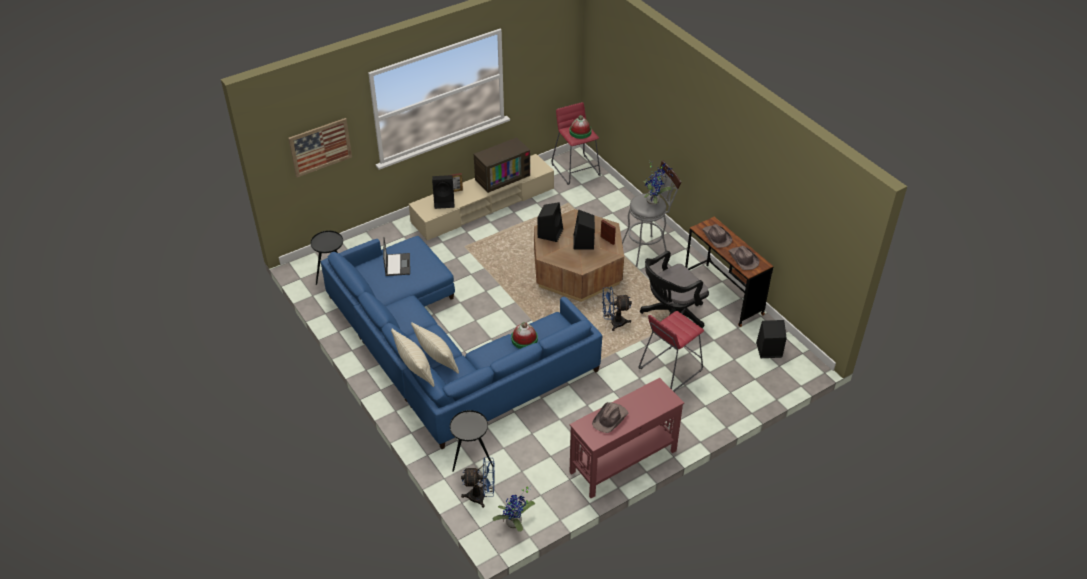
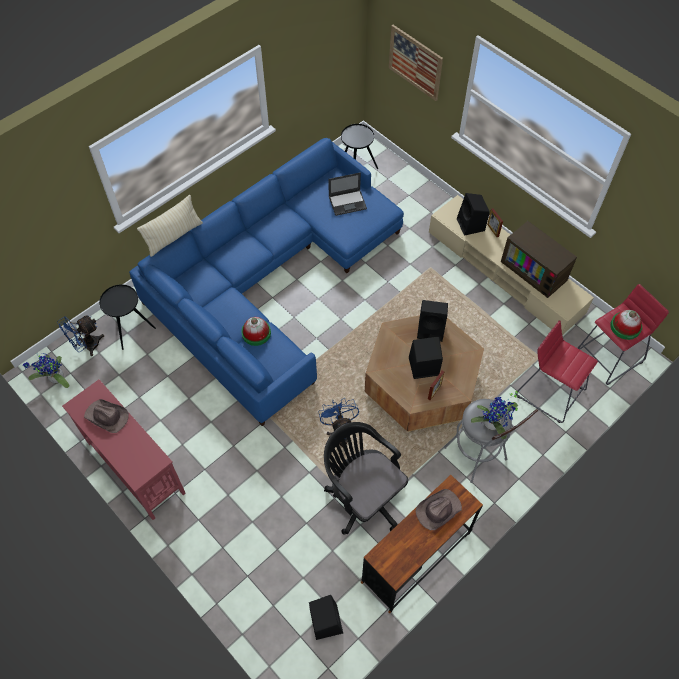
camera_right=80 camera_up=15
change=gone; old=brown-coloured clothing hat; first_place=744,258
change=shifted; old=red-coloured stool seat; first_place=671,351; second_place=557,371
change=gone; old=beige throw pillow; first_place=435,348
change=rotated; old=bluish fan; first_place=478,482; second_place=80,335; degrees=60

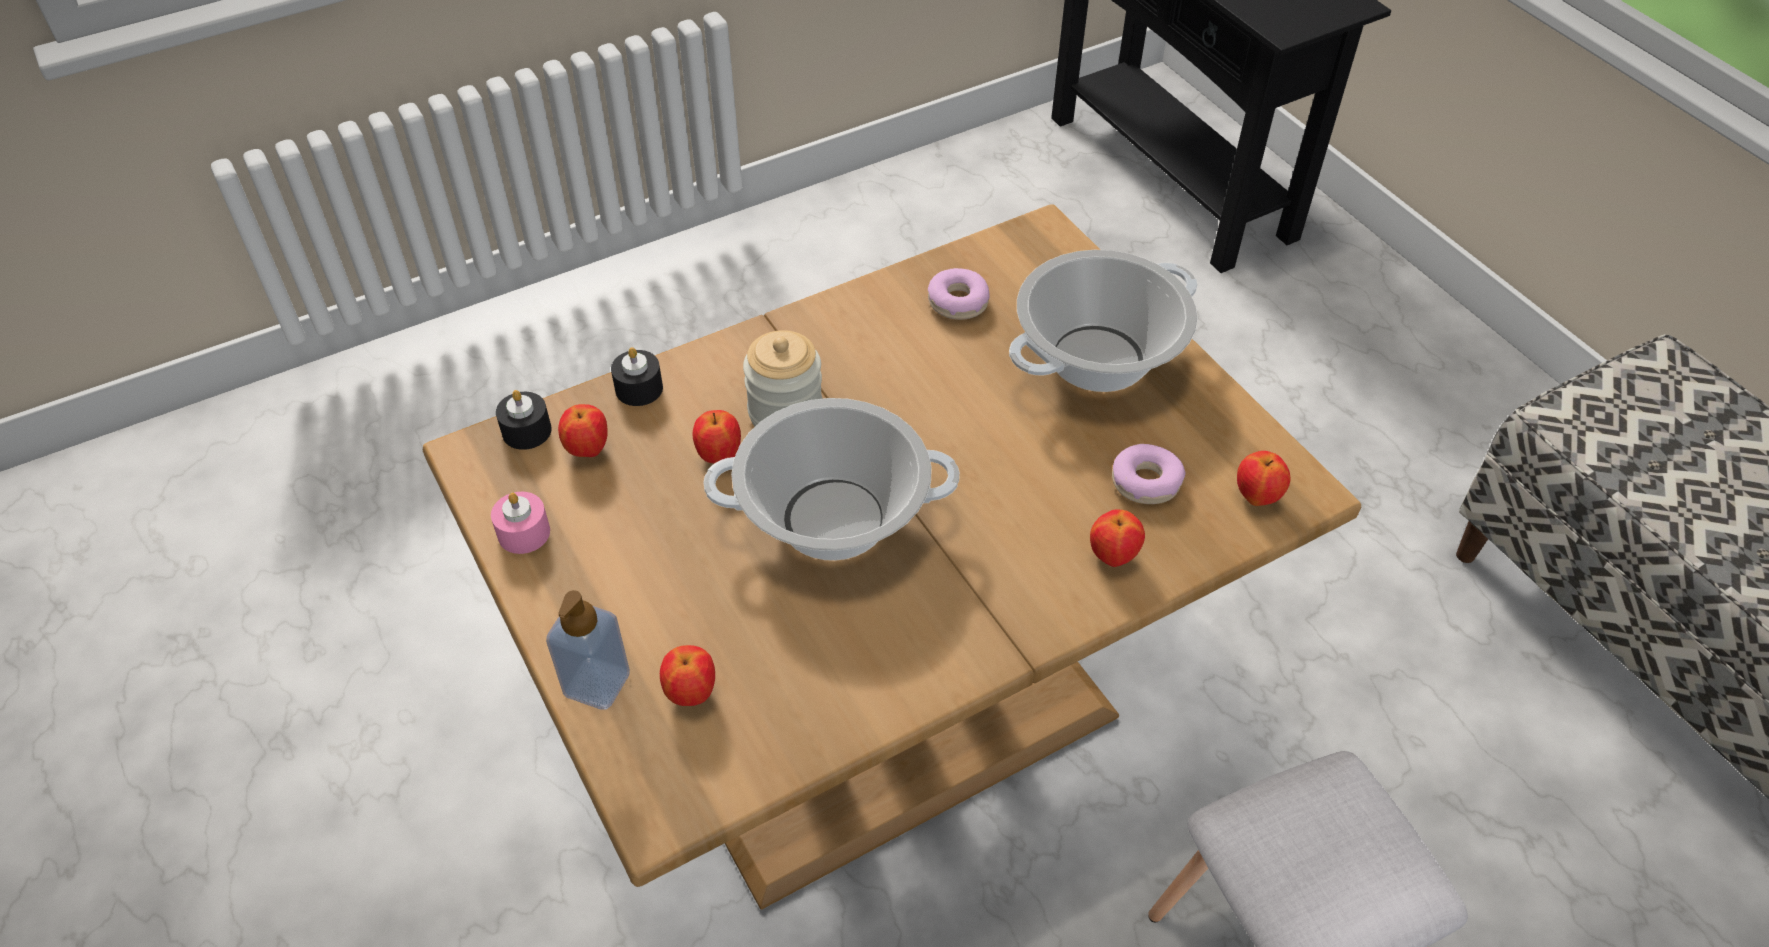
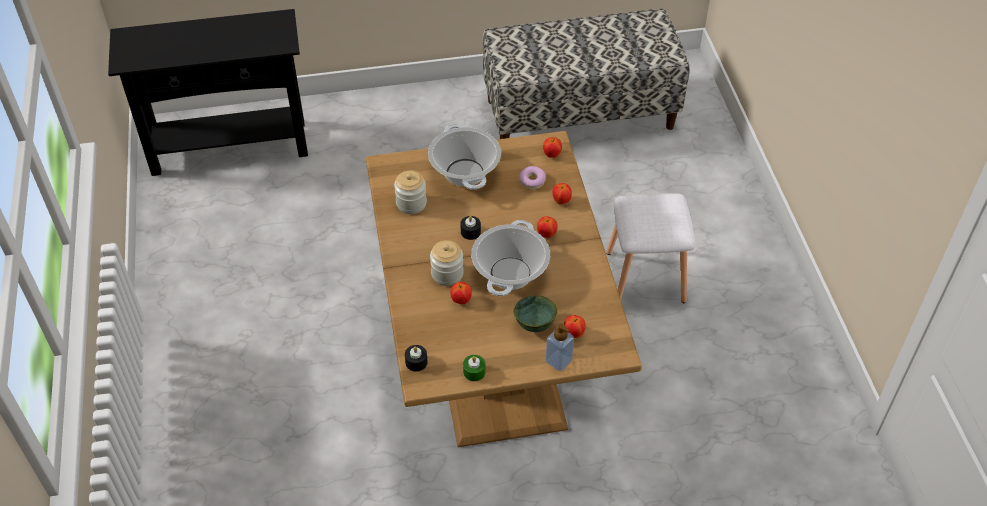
camera_right=-70 camera_up=0
change=swapped; old=ring doughnut; new=storage jar; first_place=959,294; second_place=410,192
change=shifted; old=black-coloured wax candle; first_place=637,376; second_place=470,228
change=shifted; old=apple; first_place=583,430; second_place=547,227
change=repainted; old=pink wax candle; new=green-coloured wax candle; first_place=520,523; second_place=474,368
change=new; new=green-coloured bowl; second_place=535,314

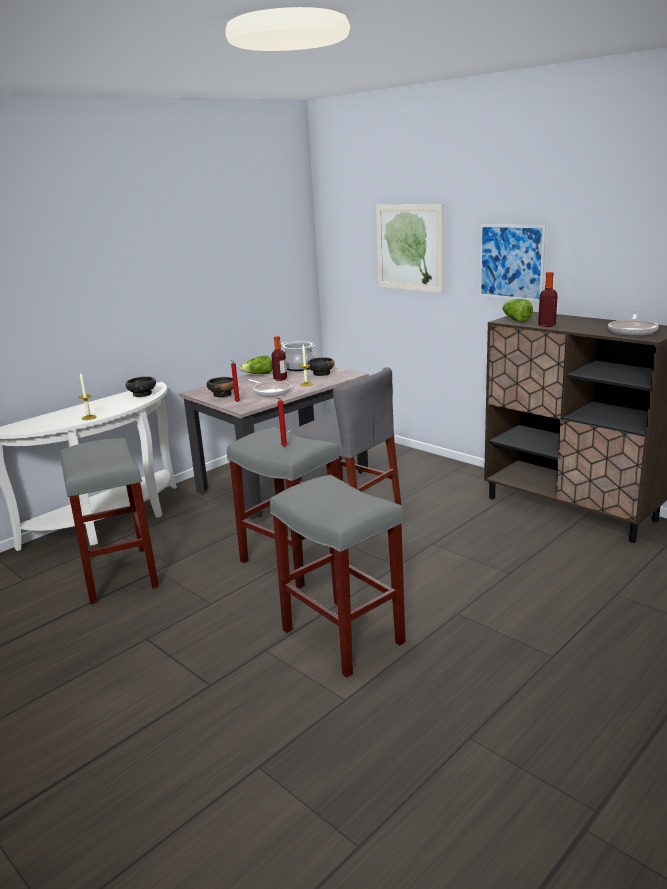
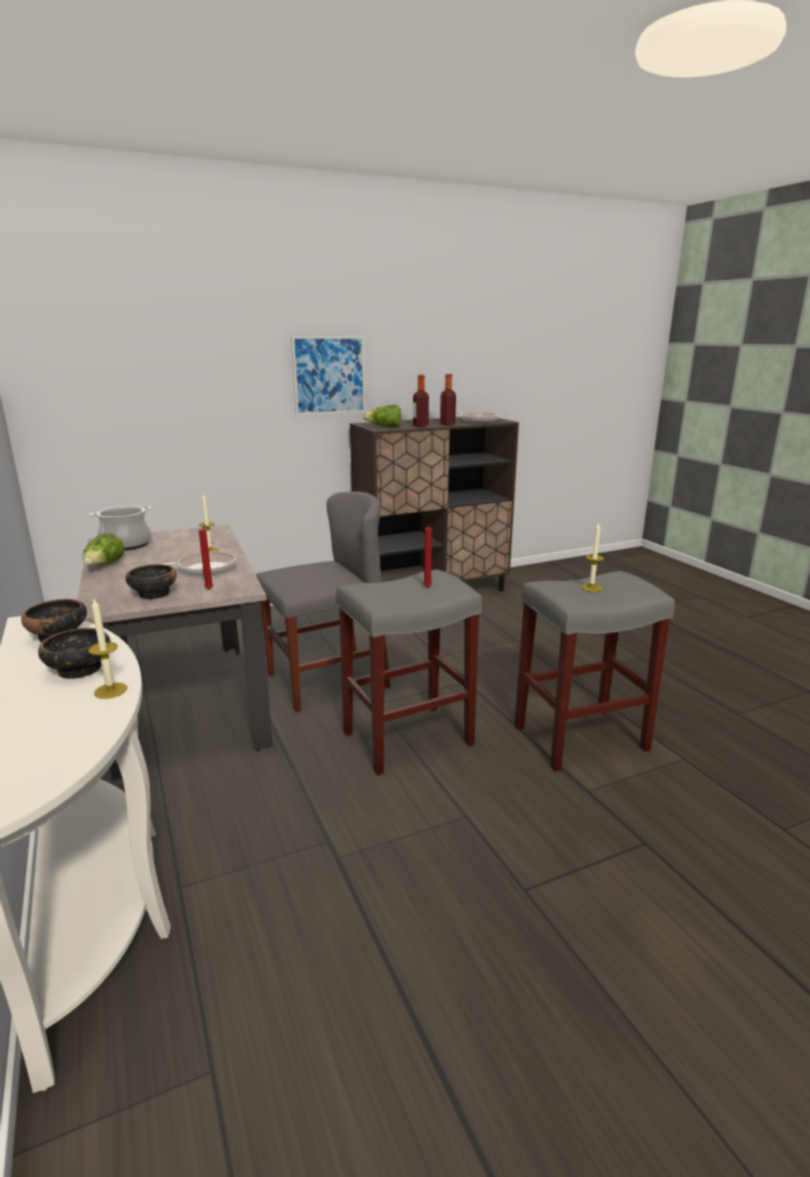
camera_right=-70 camera_up=0
change=gone; old=wall picture; first_place=409,248
change=shifted; old=beverage bottle; first_place=279,358; second_place=448,399
change=shifted; old=bowl; first_place=321,366; second_place=74,653
change=gone; old=grey stool seat; first_place=109,521
change=new; new=wax candle; second_place=592,557

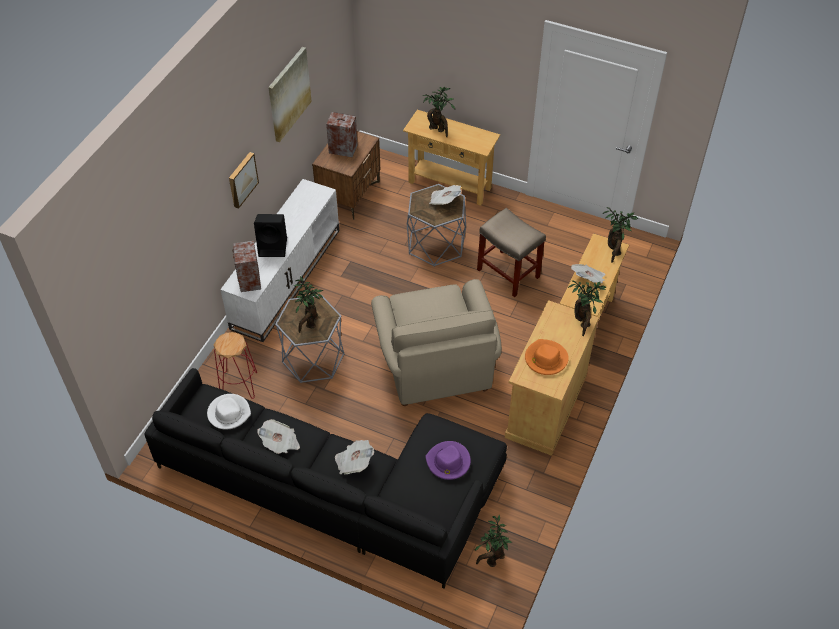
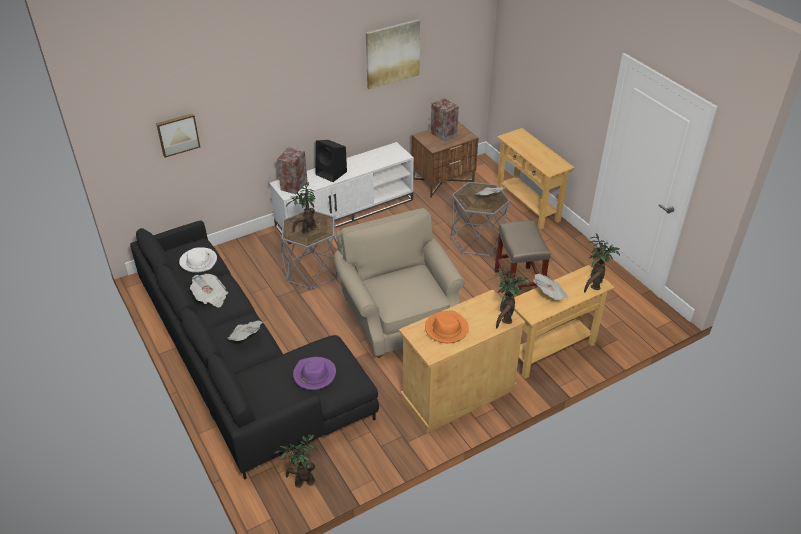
camera_right=35 camera_up=-10
change=gone; old=plant in a pot; first_place=439,112
change=shifted; old=wall picture; first_place=244,180; second_place=178,135
change=rotated; old=beige armchair; first_place=436,342; second_place=399,283; degrees=135
change=gone; old=red-coloured stool seat; first_place=235,365

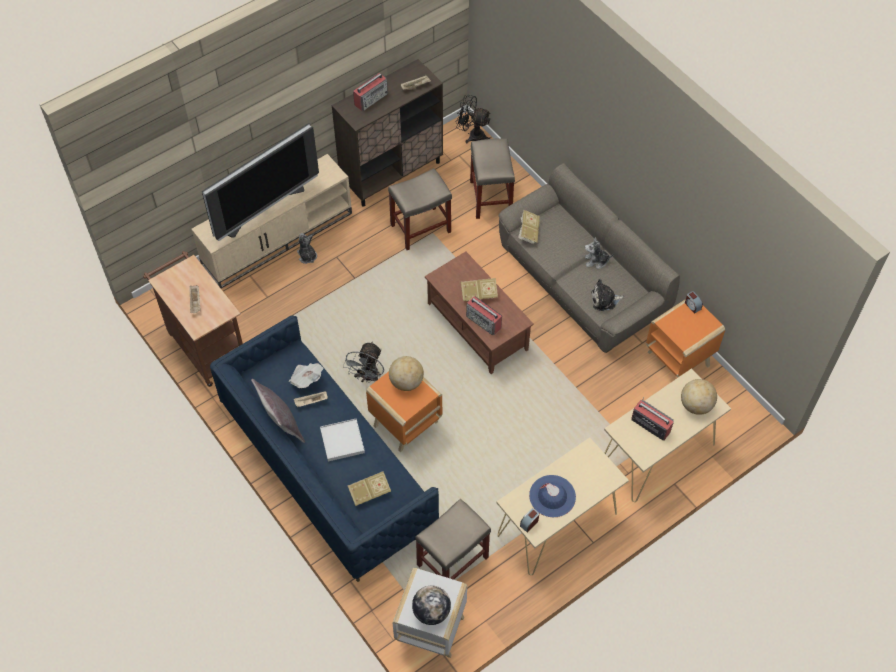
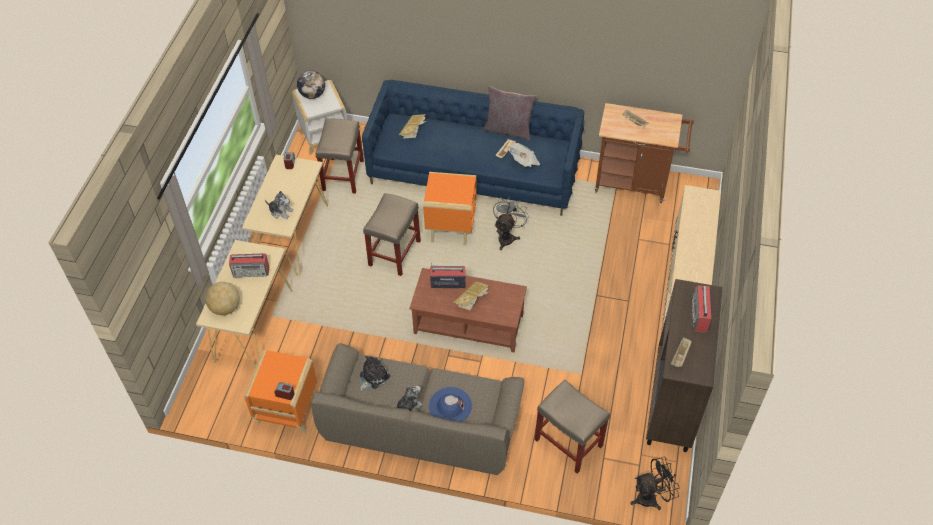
camera_right=140 camera_up=-5
change=gone; old=television; first_place=260,182
change=shifted; old=beige stool seat; first_place=420,209; second_place=392,234
change=gone; old=book; first_place=529,227
change=shifted; old=soft toy; first_place=307,248; second_place=279,205
change=rotated; old=grey fan; first_place=363,362; second_place=511,223; degrees=45
change=gone; old=globe; first_place=406,373
change=gone; old=white-coloured carrying tray; first_place=342,440
change=shifted; old=bluish clothing hat; first_place=552,496; second_place=450,404

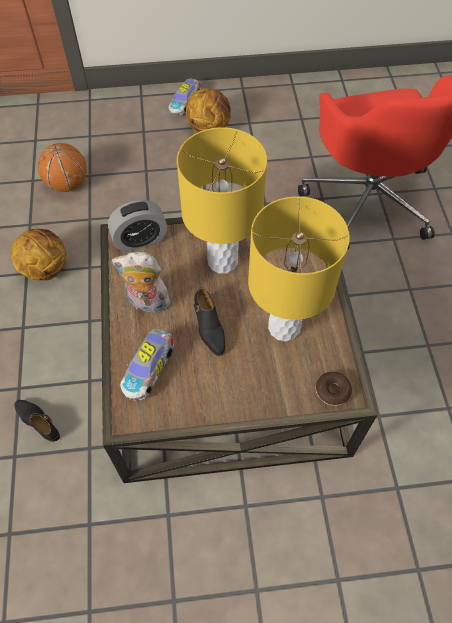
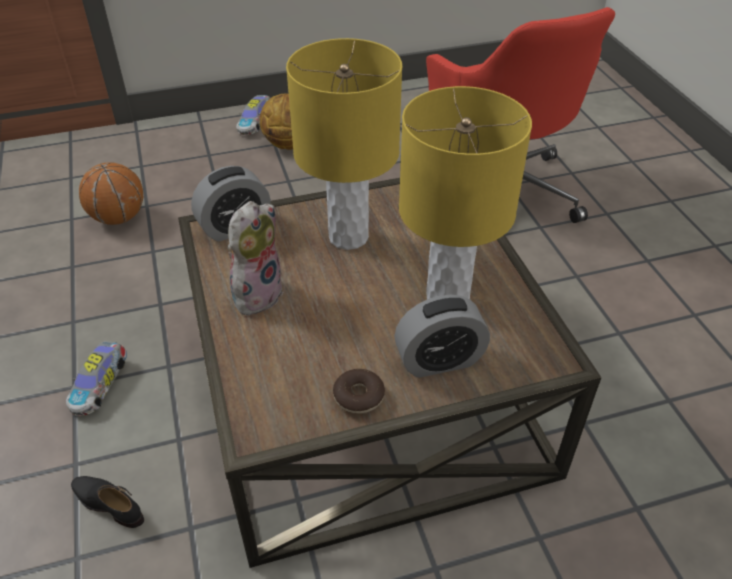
camera_right=-10 camera_up=-15
change=gone; old=basketball; first_place=38,255
change=rotated; old=soft toy; first_place=141,282; second_place=256,258; degrees=120
change=gone; old=black-coloured item of footwear; first_place=209,321
change=shifted; old=toy car; first_place=147,365; second_place=96,378
change=shifted; old=ring doughnut; first_place=334,389; second_place=359,391
change=new; new=bedside clock; second_place=442,336

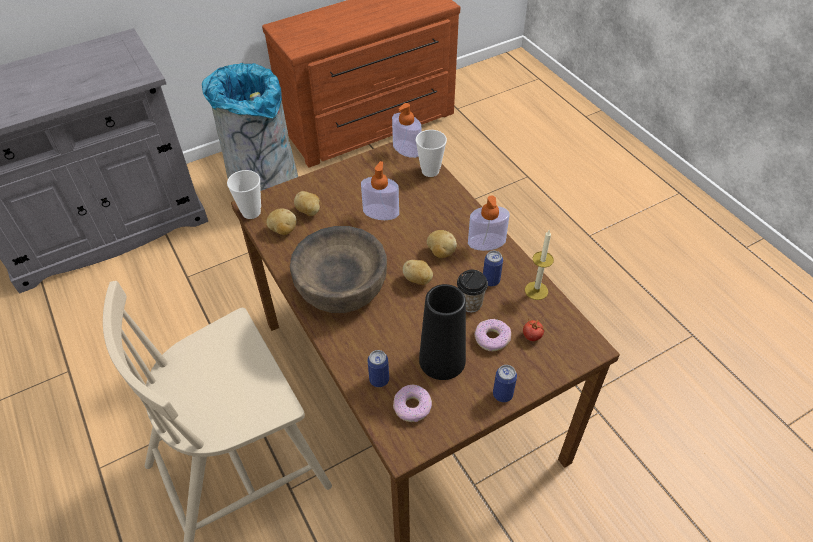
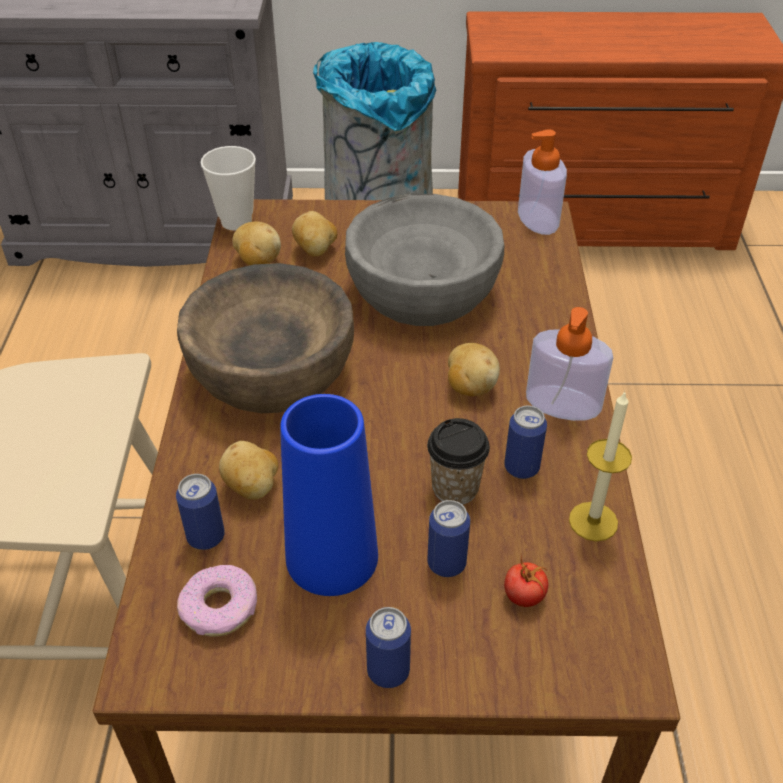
camera_right=30 camera_up=-5
change=gone; old=small cup; first_place=431,153
change=swapped; old=liquid soap bottle; new=grey bowl; first_place=380,190; second_place=424,260
change=shifted; old=whole potato; first_place=418,272; second_place=248,470
change=repainted; old=black-coloured vase; new=bluish vase; first_place=442,332; second_place=329,495
change=swapped; old=ring doughnut; new=metal can; first_place=493,335; second_place=448,538

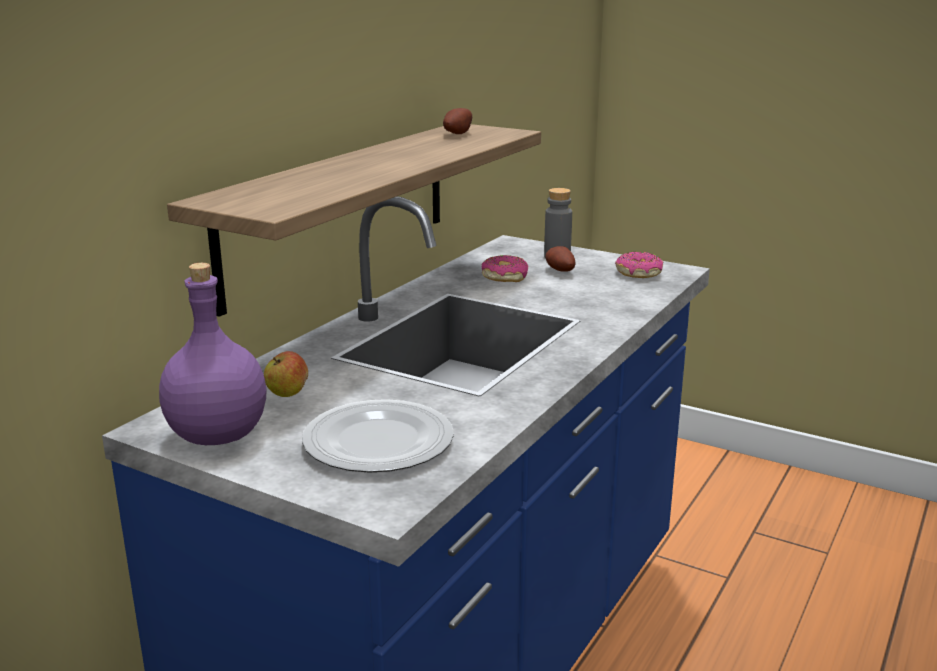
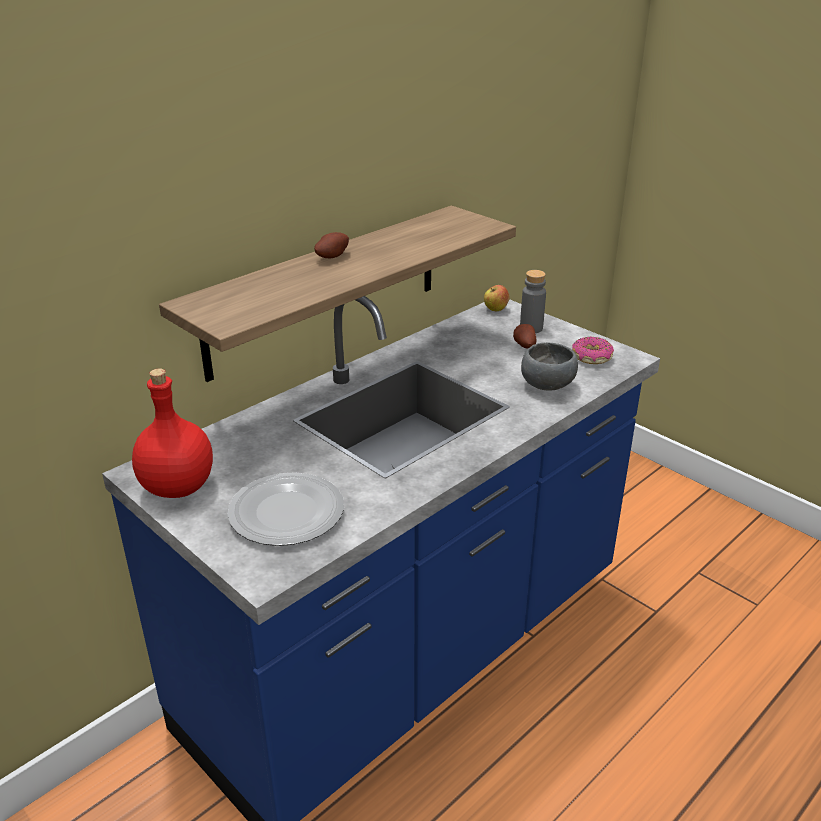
camera_right=15 camera_up=10
change=shifted; old=whole potato; first_place=457,121; second_place=331,245
change=gone; old=ring doughnut; first_place=504,268
change=repainted; old=purple beverage bottle; new=red-coloured beverage bottle; first_place=213,354; second_place=172,433
change=shifted; old=apple; first_place=286,374; second_place=497,298
change=new; new=grey bowl; second_place=549,366

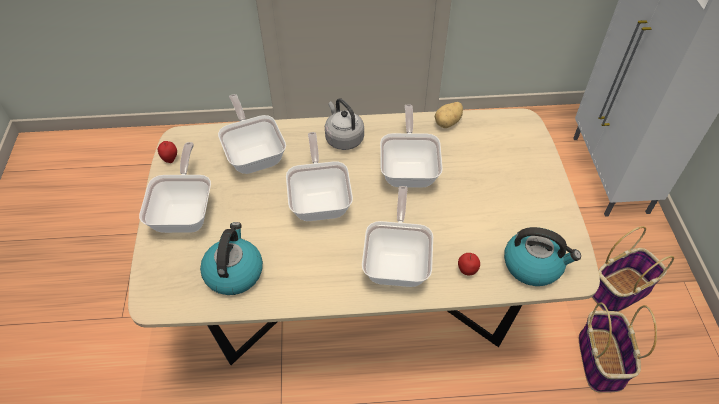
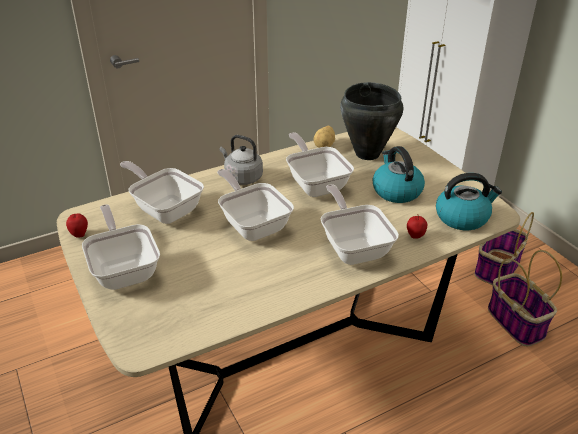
camera_right=-25 camera_up=-15
change=shifted; old=water kettle; first_place=231,258; second_place=399,174
change=new; new=black-coloured saucepot; second_place=372,121

